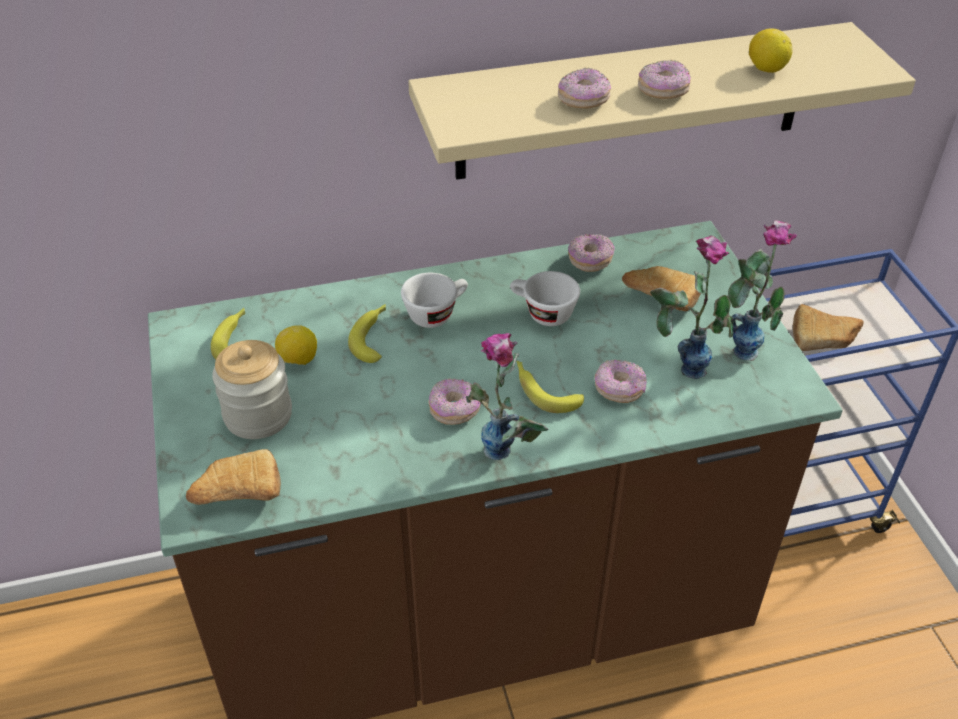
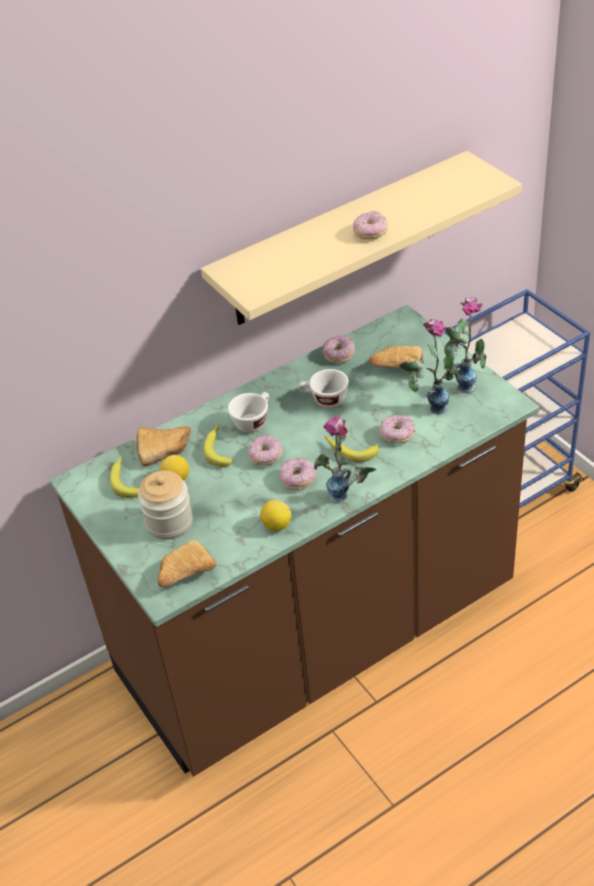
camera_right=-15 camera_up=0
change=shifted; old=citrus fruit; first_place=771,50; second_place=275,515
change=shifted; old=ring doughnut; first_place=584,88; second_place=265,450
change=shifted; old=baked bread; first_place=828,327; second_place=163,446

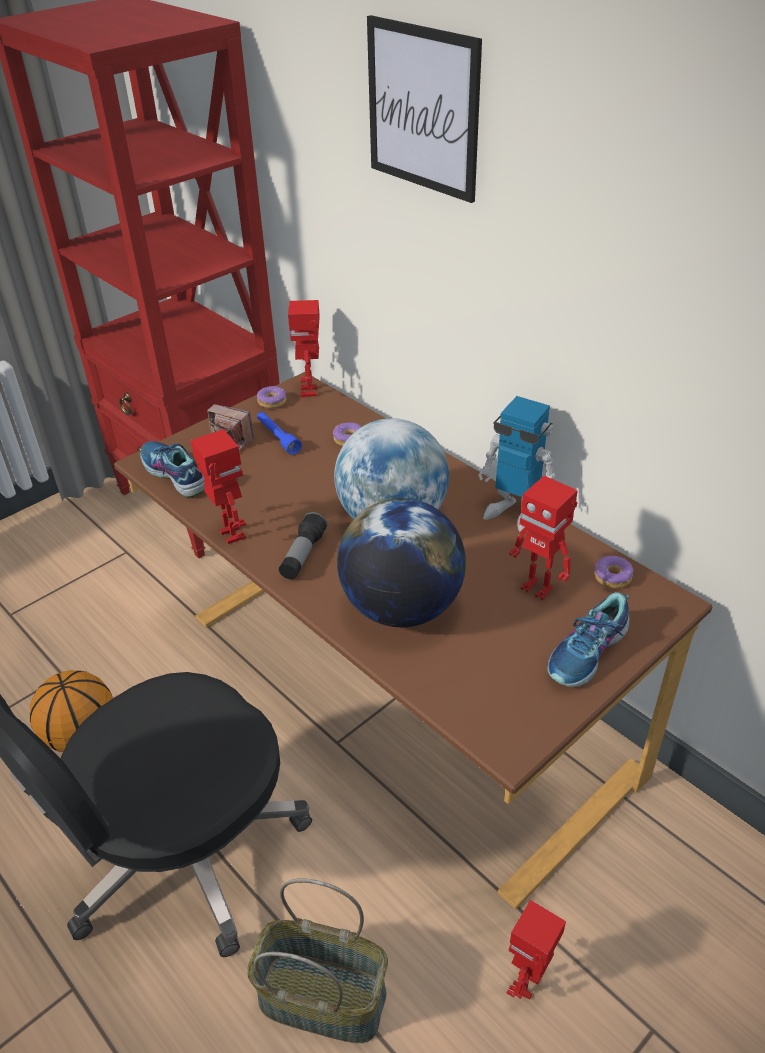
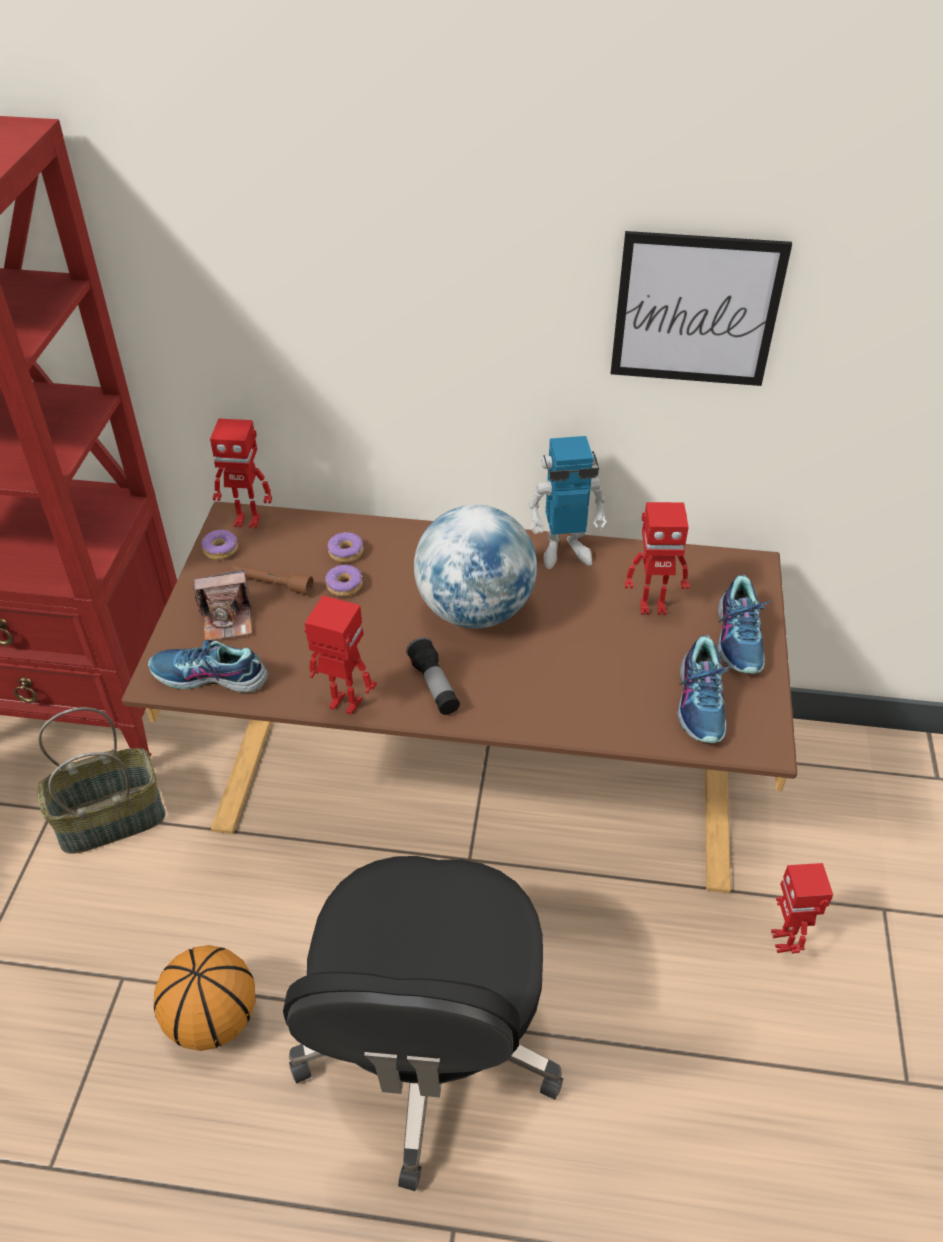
camera_right=-40 camera_up=5
change=shifted; old=wall picture; first_place=424,109; second_place=701,308
change=rotated; old=toy robot; first_place=304,348; second_place=241,473; degrees=-45
change=repainted; old=bluish hand torch; new=brown-coloured hand torch; first_place=279,433; second_place=272,580
change=gone; old=globe; first_place=401,562
change=shifted; old=ring doughnut; first_place=613,572; second_place=344,580
change=shifted; old=household basket; first_place=317,961; second_place=101,780
change=new; new=item of footwear; second_place=707,689

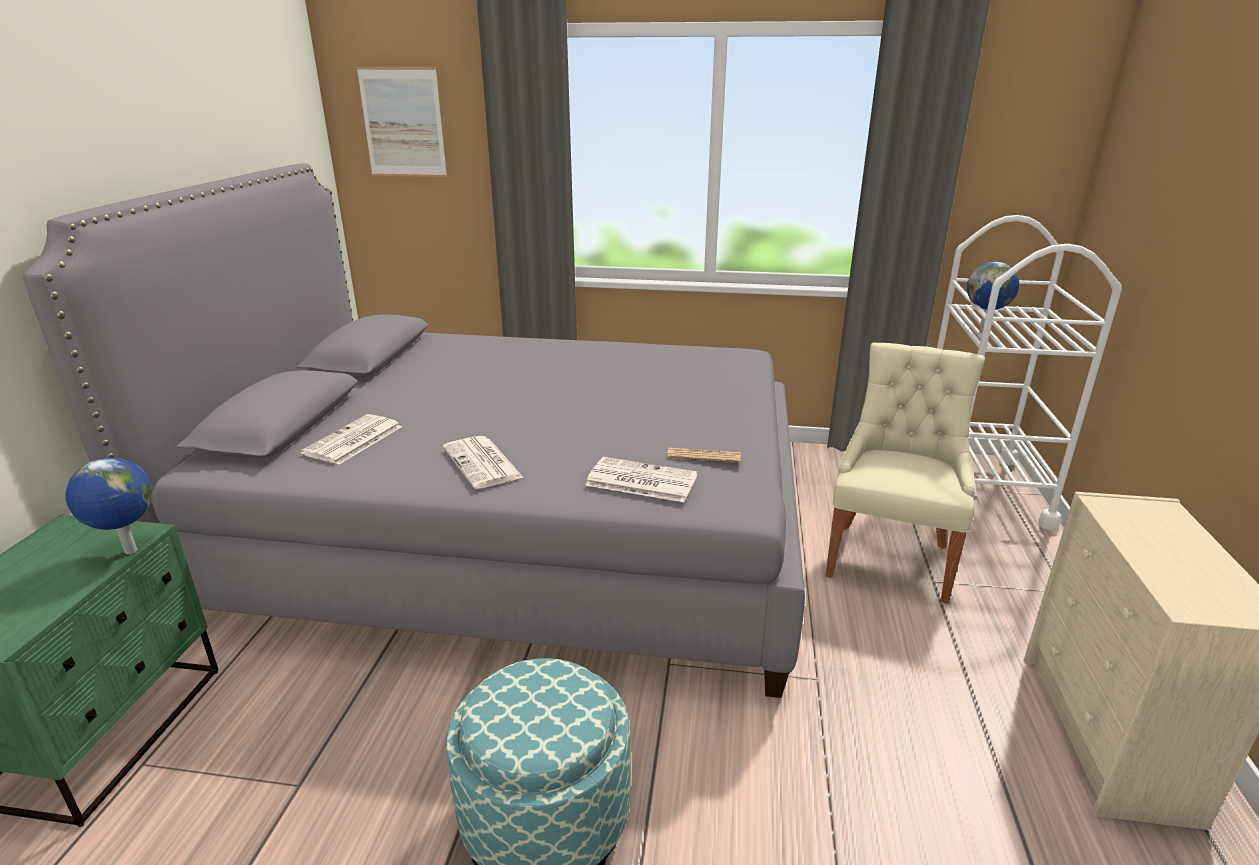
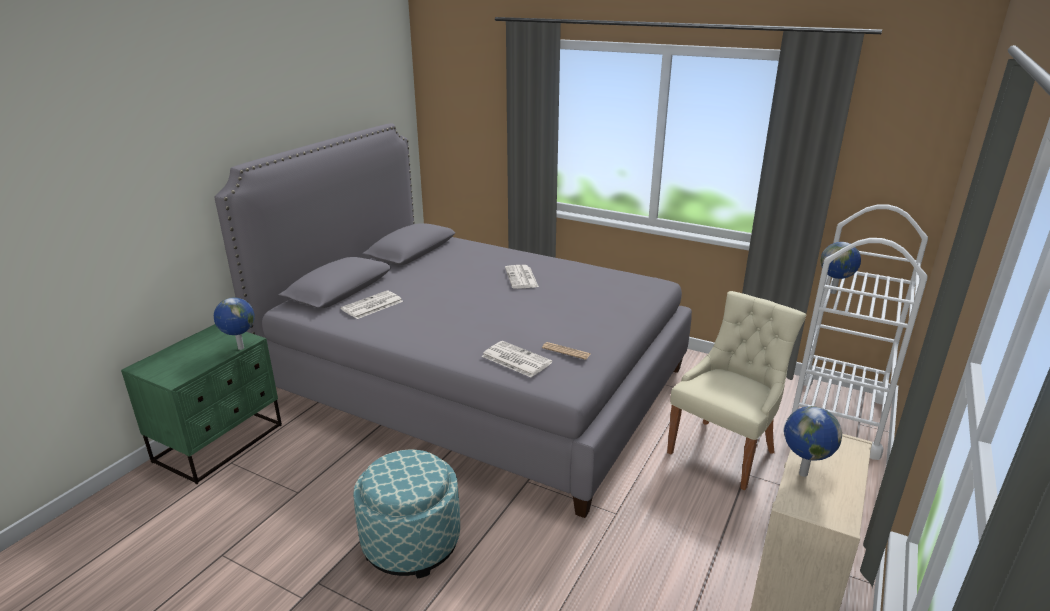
camera_right=20 camera_up=0
change=gone; old=wall picture; first_place=401,122
change=shifted; old=printed paper; first_place=483,462; second_place=522,277
change=new; new=globe; second_place=813,441

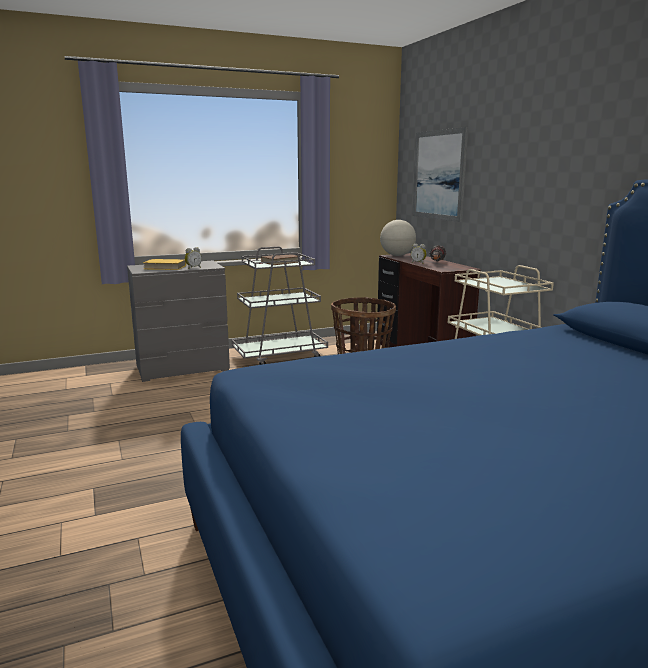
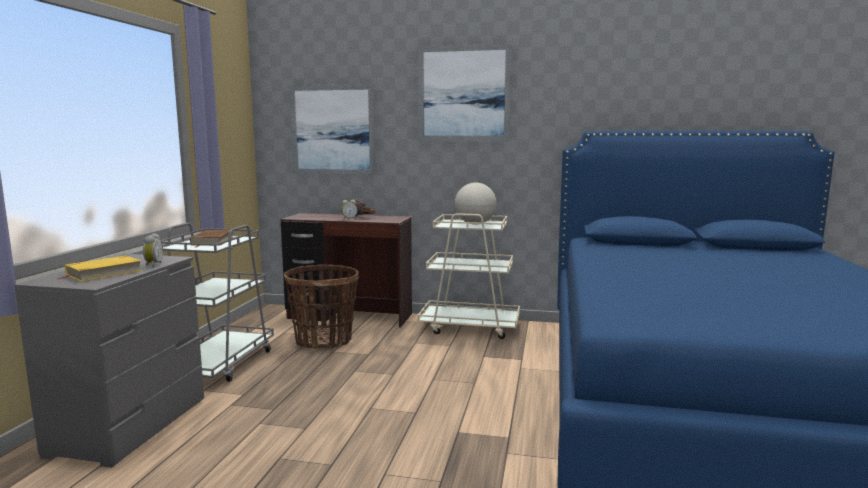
camera_right=-55 camera_up=-5
change=shifted; old=globe; first_place=398,238; second_place=476,204
change=new; new=wall picture; second_place=465,92

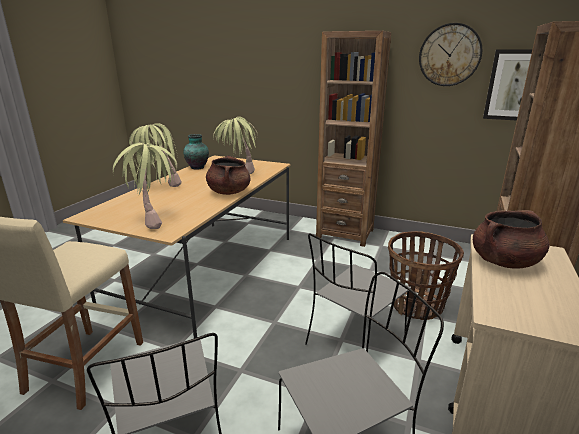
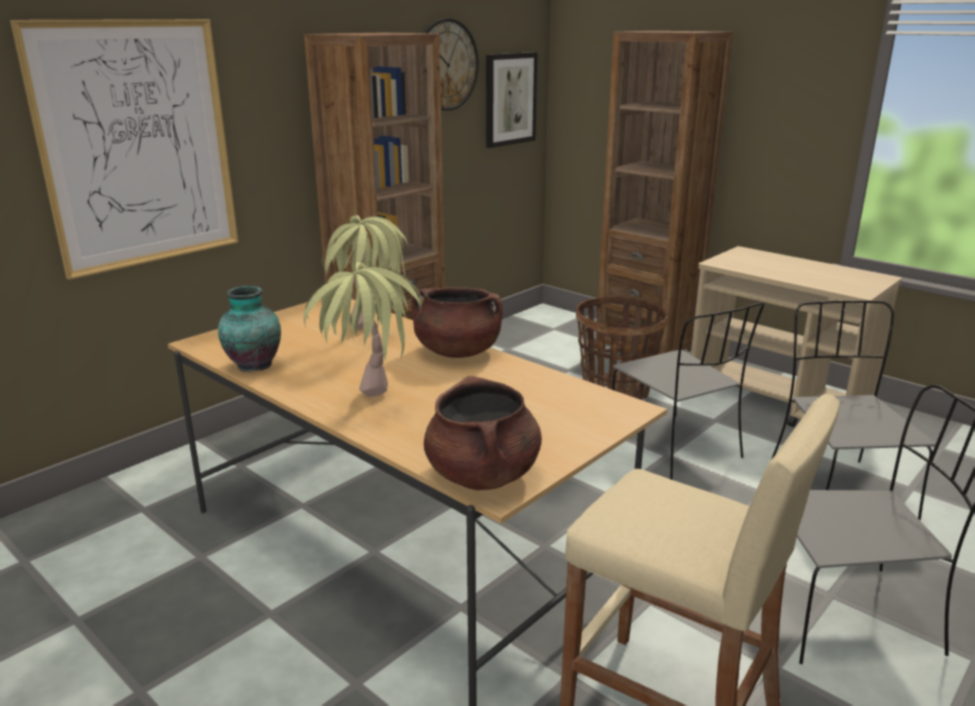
camera_right=-70 camera_up=0
change=gone; old=plant in a pot; first_place=145,186
change=shifted; old=brown-coloured saucepot; first_place=511,239; second_place=483,433
change=new; new=wall picture; second_place=124,149

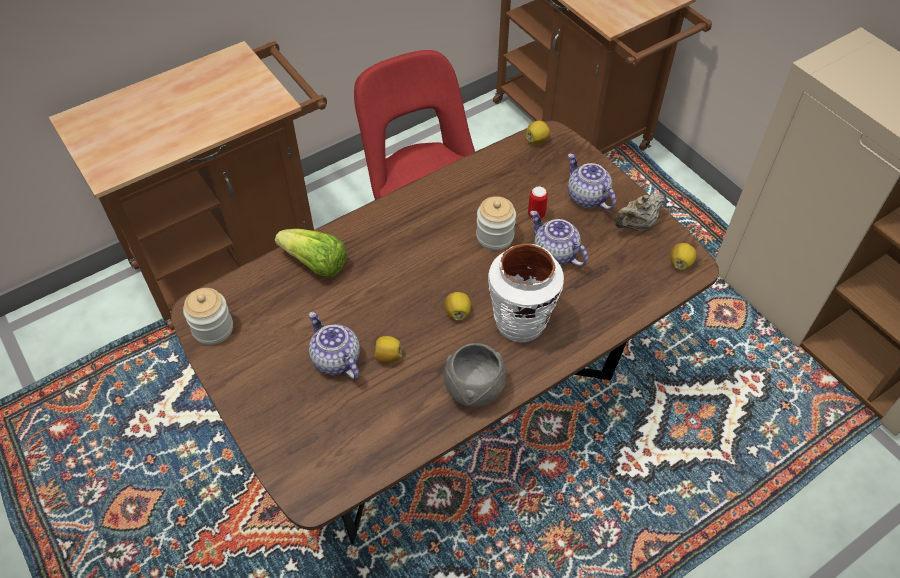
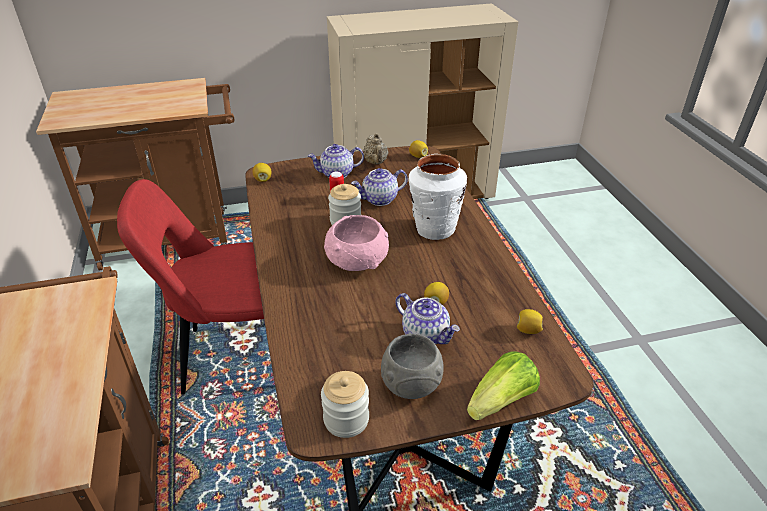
camera_right=-70 camera_up=-15
change=shifted; old=lettuce head; first_place=311,253; second_place=503,386
change=shifted; old=citrus fruit; first_place=457,306; second_place=530,321
change=rotated; old=pot for tea; first_place=334,345; second_place=427,319; degrees=-120
change=shifted; old=grey bowl; first_place=475,375; second_place=412,366
change=new; new=pink bowl; second_place=356,243

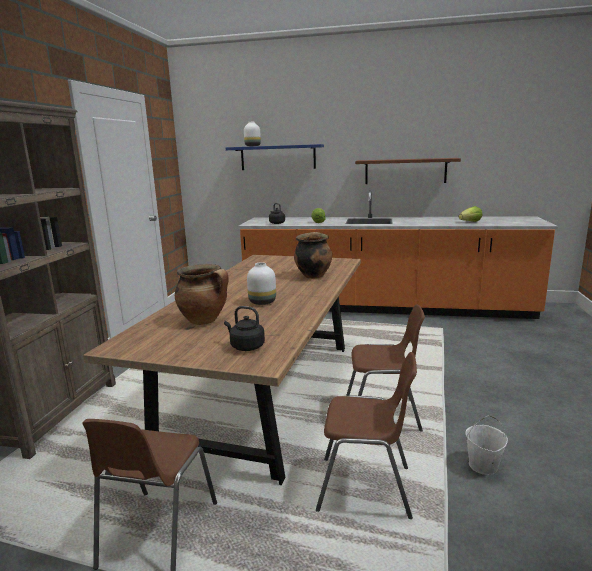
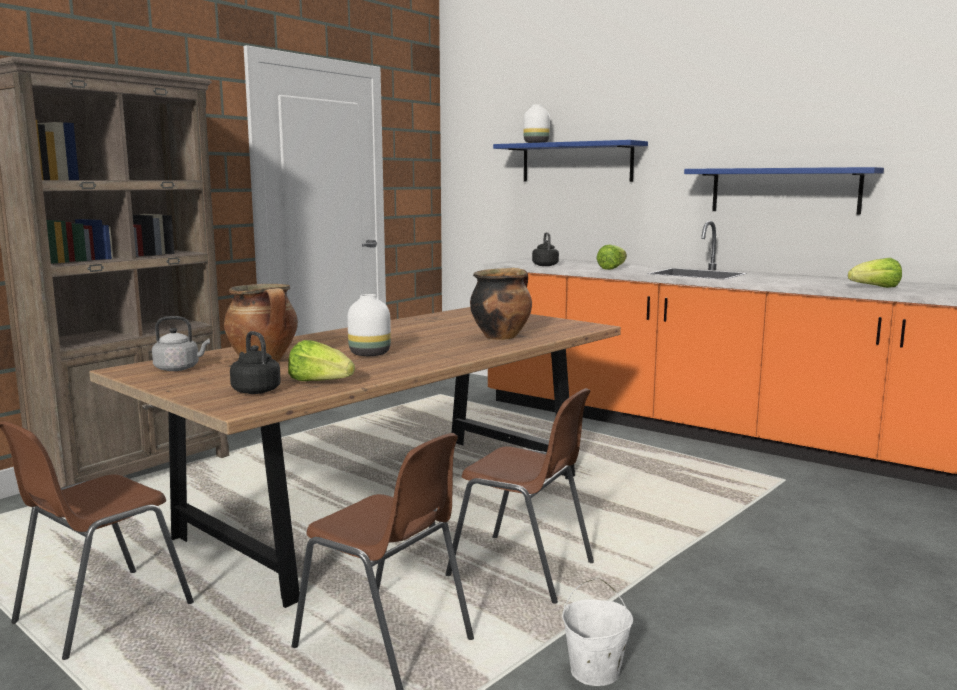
camera_right=25 camera_up=-5
change=repainted; old=brown-coloured bracket shelf; new=bluish bracket shelf; first_place=408,171; second_place=784,191
change=new; new=grey water kettle; second_place=181,343
change=new; new=lettuce head; second_place=321,360

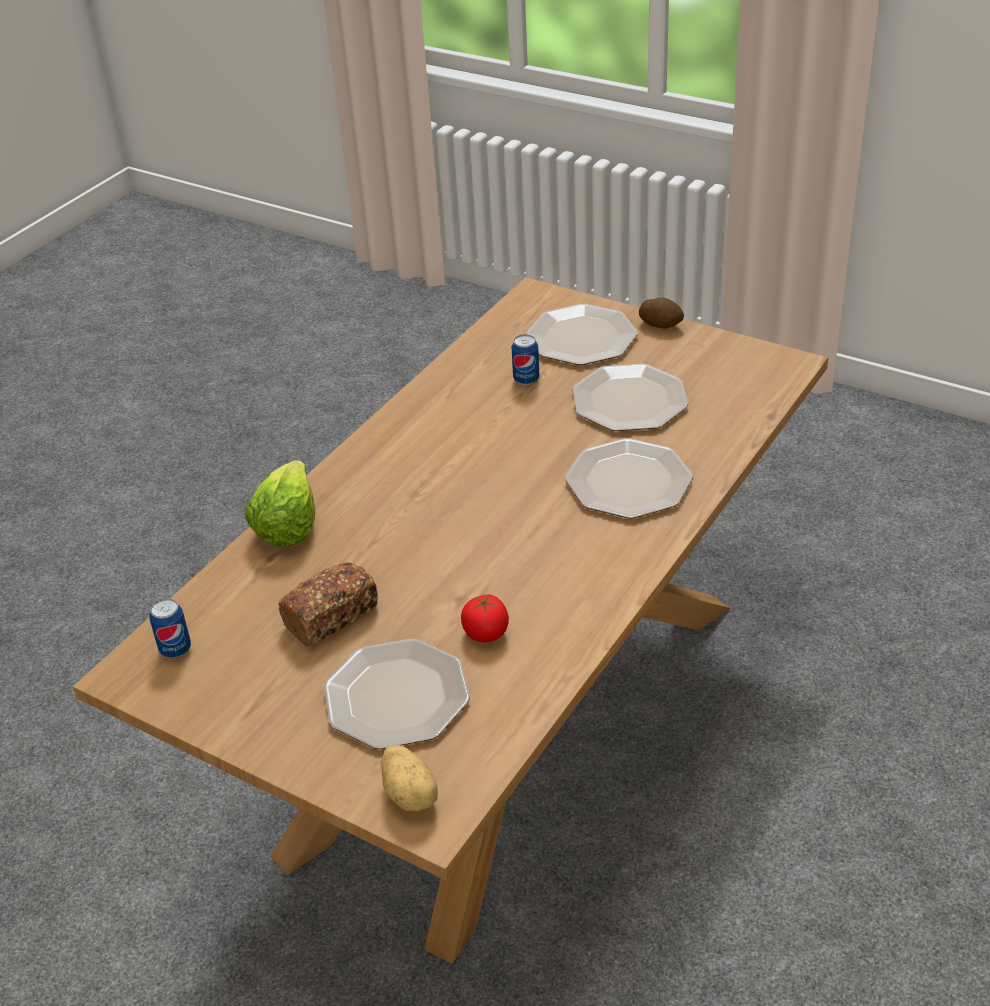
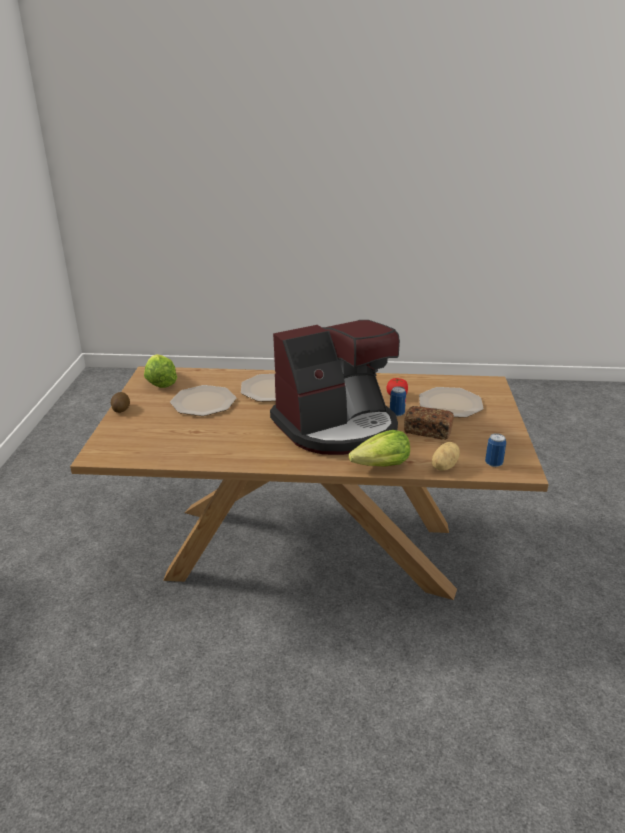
camera_right=-120 camera_up=-10
change=gone; old=flat dish; first_place=582,334
change=shifted; old=metal can; first_place=525,359; second_place=398,401
change=shifted; old=whole potato; first_place=410,778; second_place=446,456
change=new; new=coffee machine; second_place=335,387
change=new; new=lettuce head; second_place=160,371

